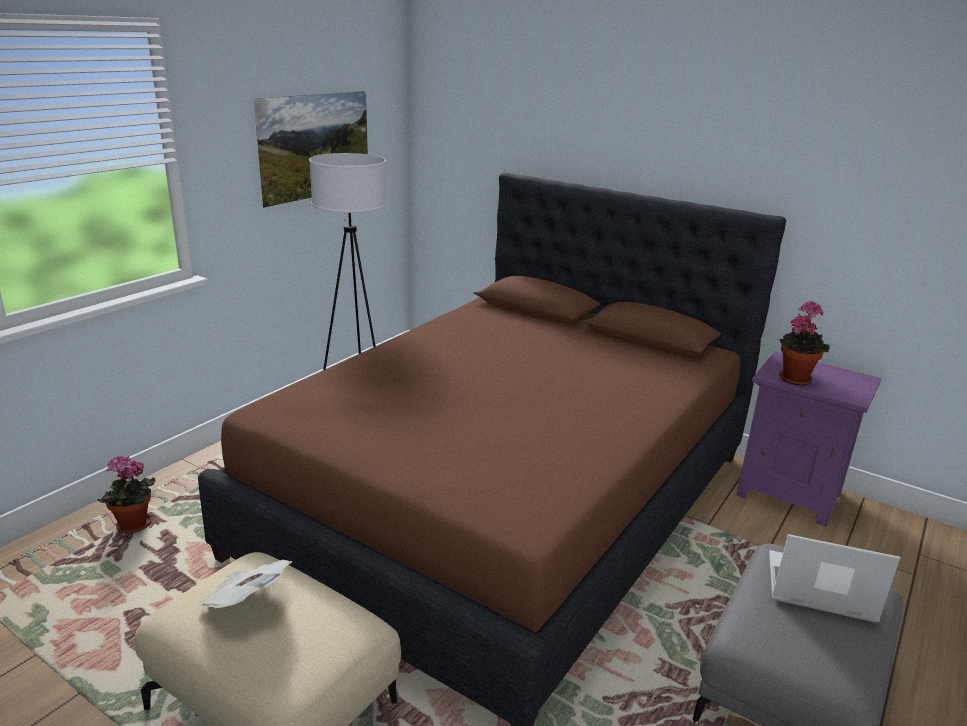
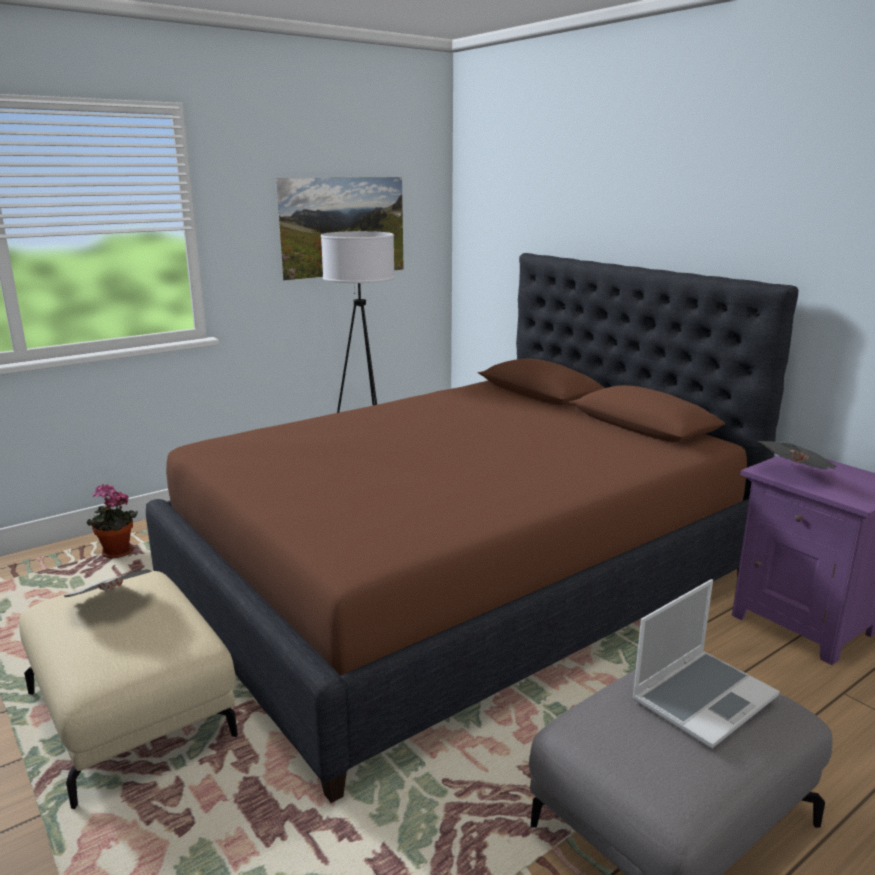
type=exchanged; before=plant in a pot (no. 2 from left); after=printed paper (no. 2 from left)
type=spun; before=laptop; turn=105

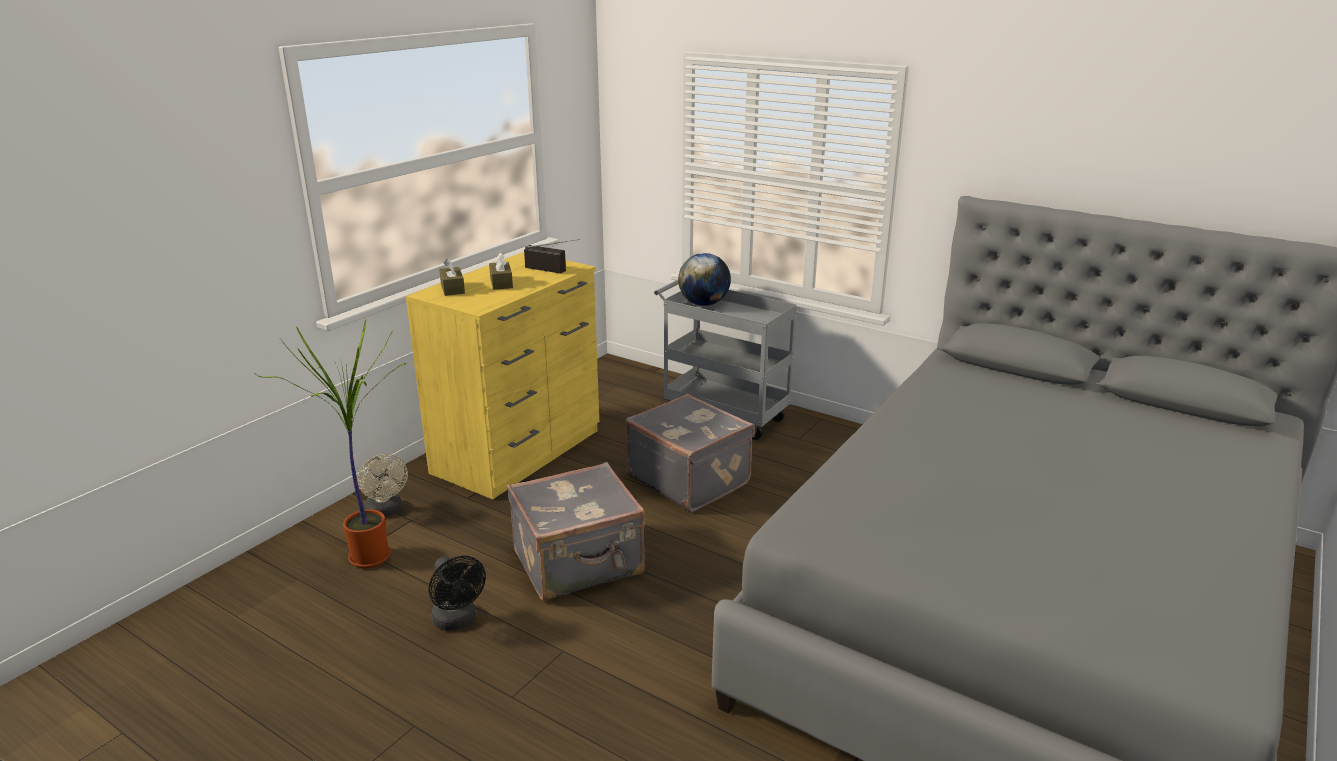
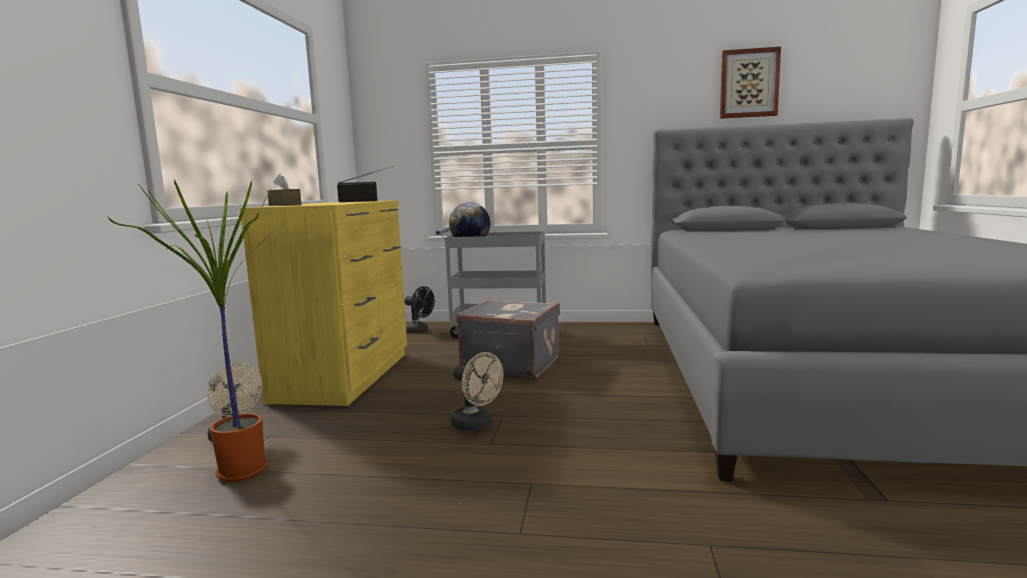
type=missing; before=brown tissue box (no. 2 from left)
type=appeared; after=picture
type=relocated; before=black fan
type=exchanged; before=greyish piece of luggage (no. 1 from left); after=beige fan (no. 2 from left)

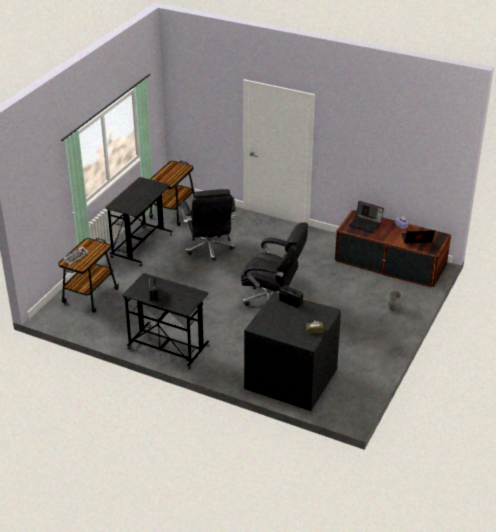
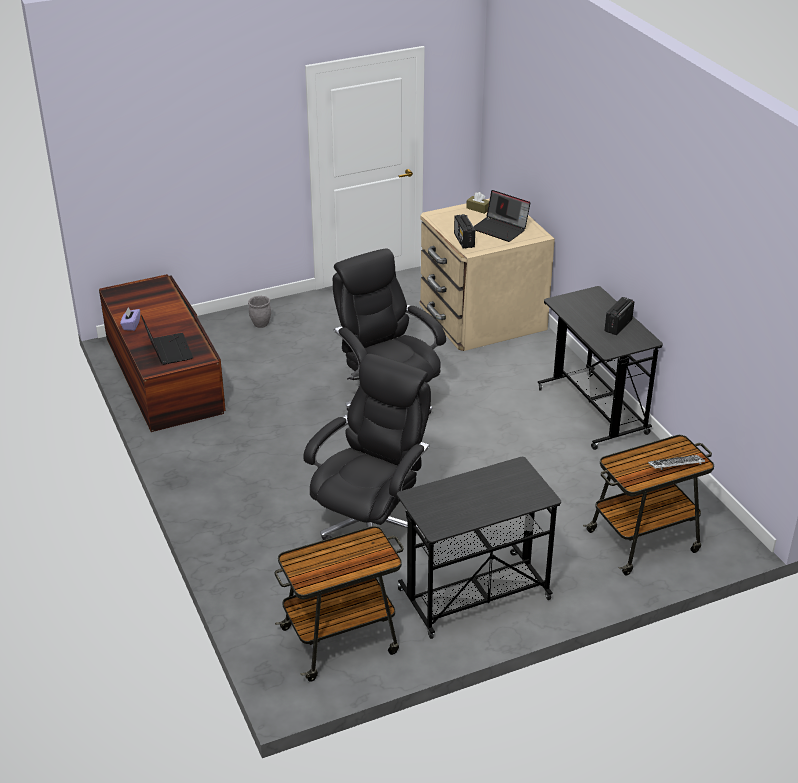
type=relocated; before=laptop (no. 2 from left)
type=colour; before=black dresser; after=beige dresser

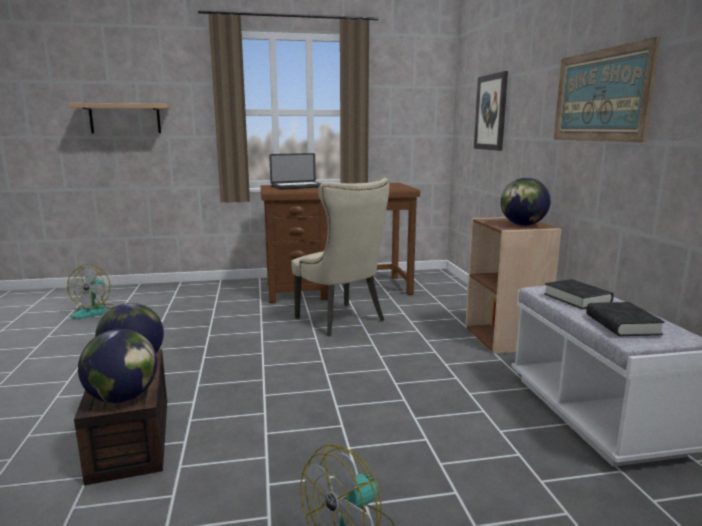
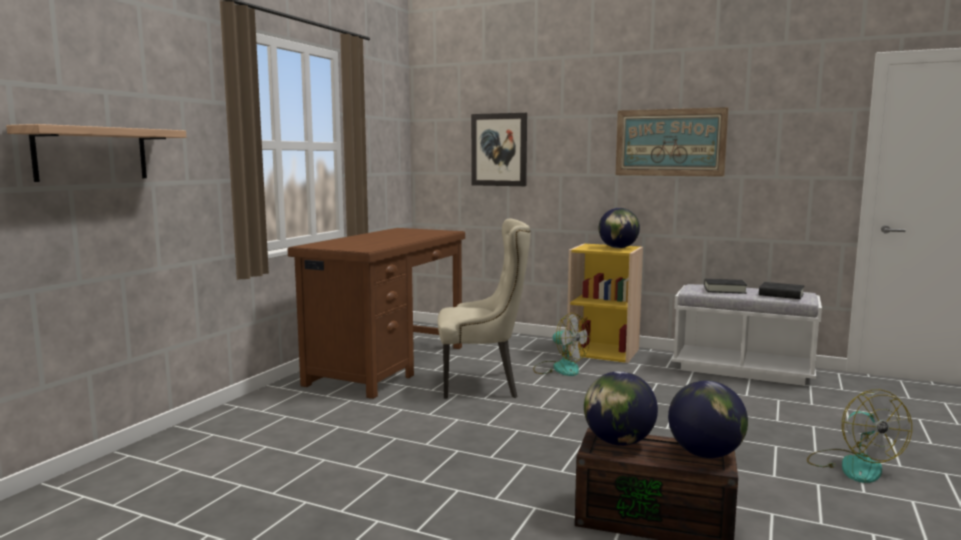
type=missing; before=laptop
type=relocated; before=fan (no. 1 from left)
type=colour; before=brown bookcase; after=yellow bookcase

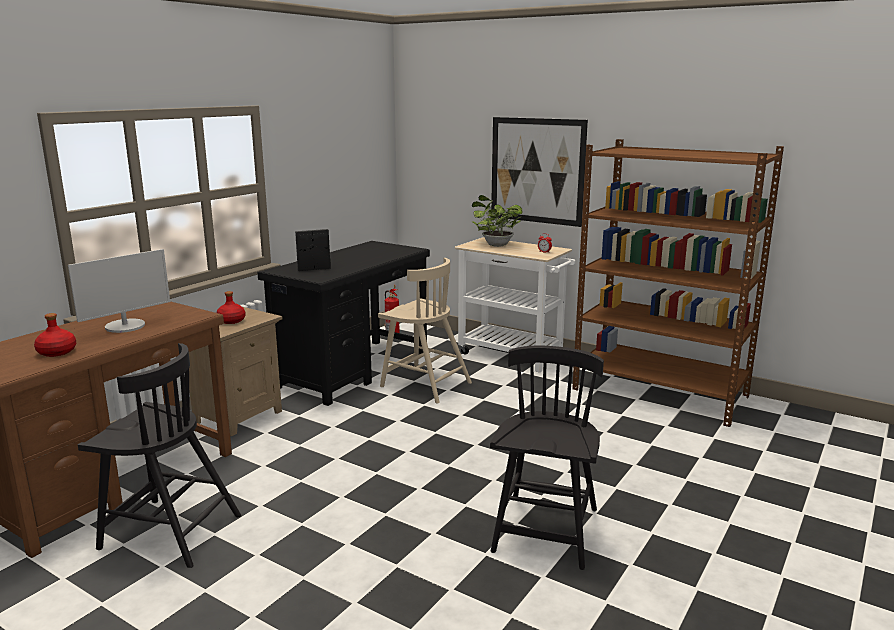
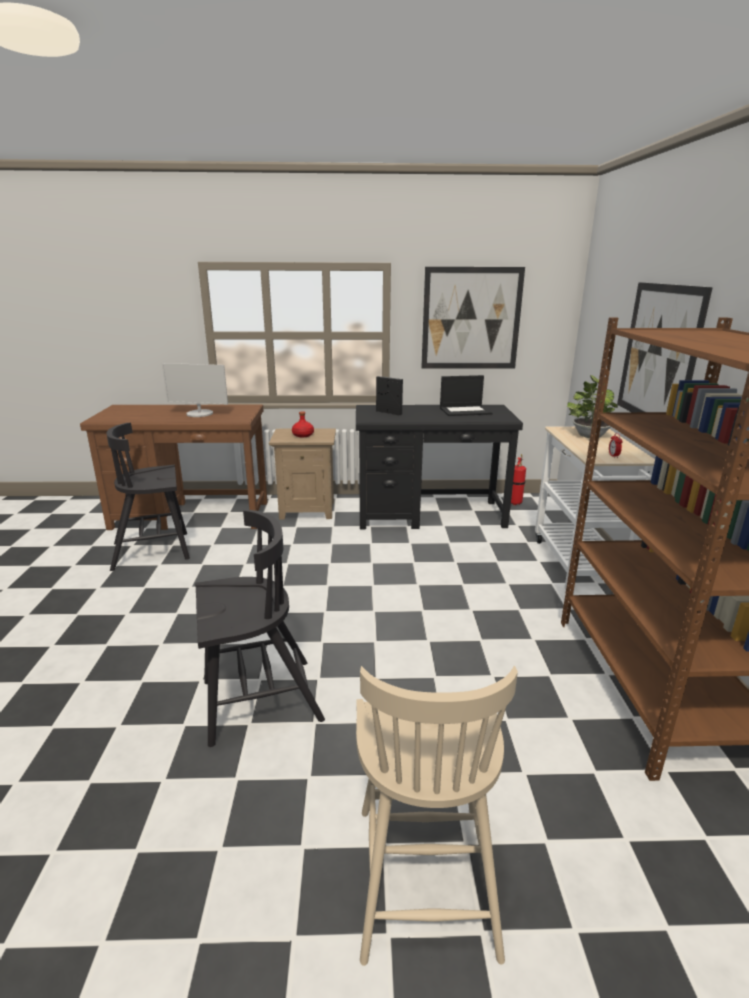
type=missing; before=red-coloured drink bottle (no. 1 from left)
type=appeared; after=picture (no. 1 from left)
type=appeared; after=laptop
type=relocated; before=beige upright chair
type=spun; before=black upright chair (no. 1 from left); turn=90

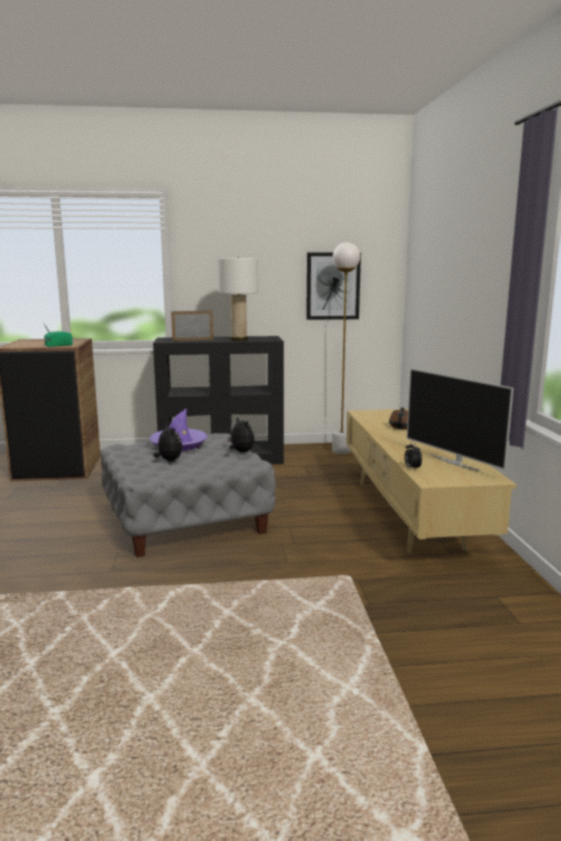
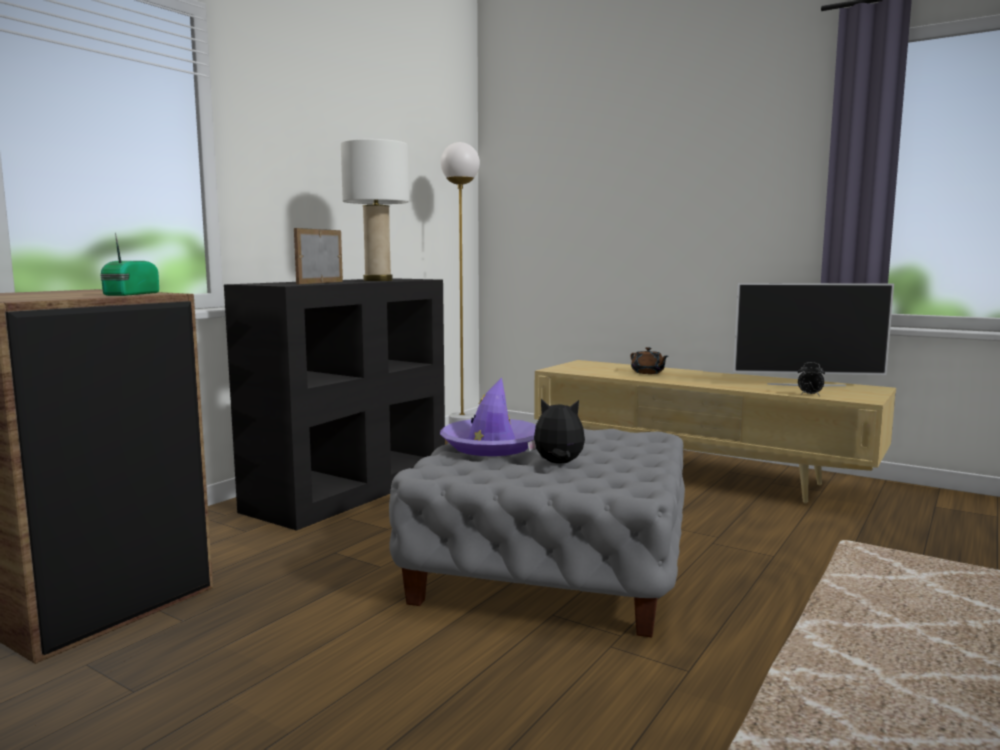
type=missing; before=soft toy (no. 2 from left)
type=missing; before=picture

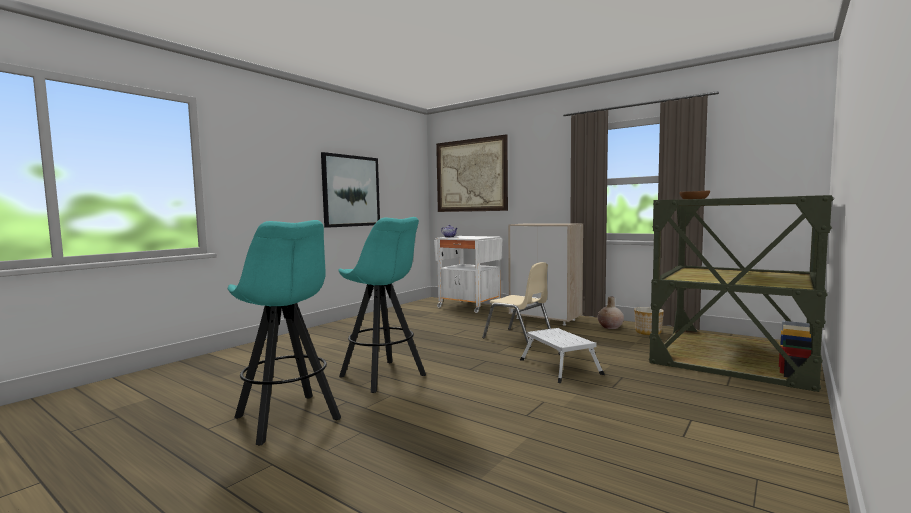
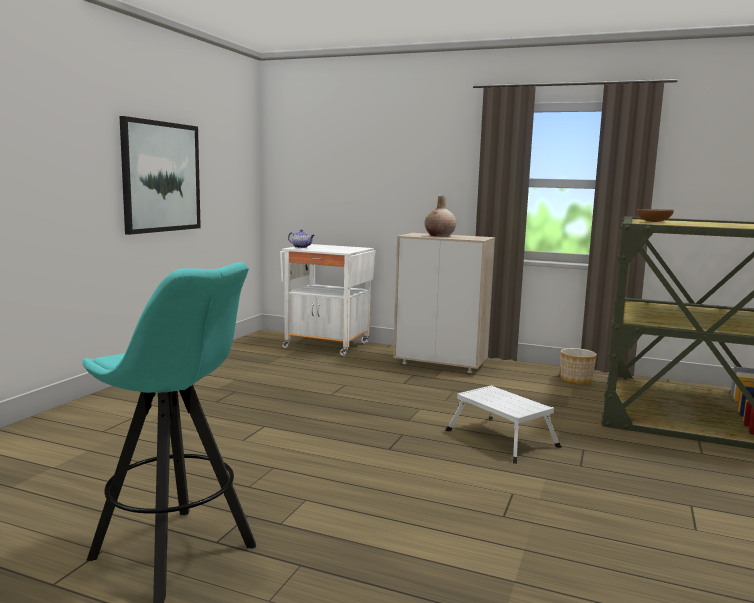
type=missing; before=blue-green sitting stool (no. 2 from left)
type=missing; before=picture (no. 2 from left)
type=missing; before=beige upright chair
type=relocated; before=beige decorative vase

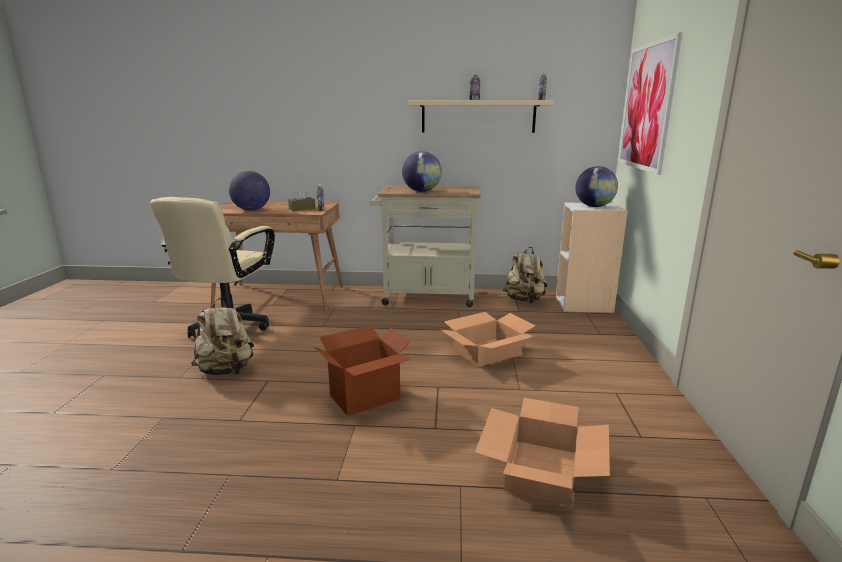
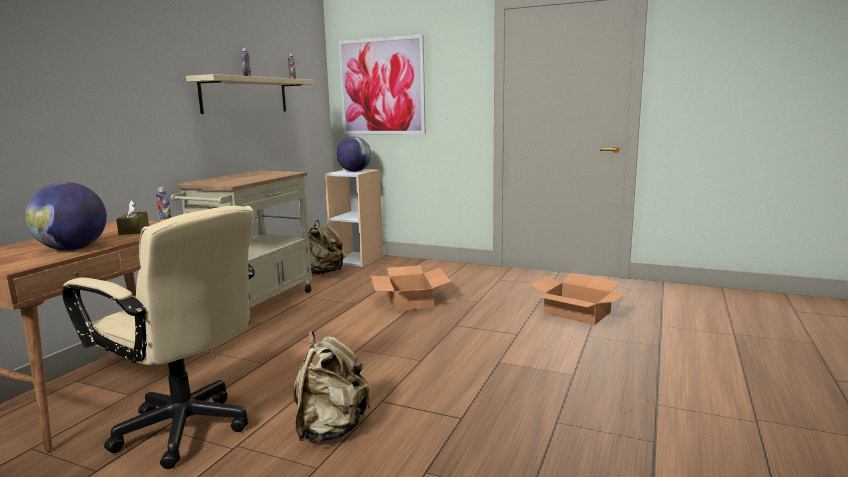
type=missing; before=cardboard box (no. 1 from left)
type=missing; before=globe (no. 2 from left)

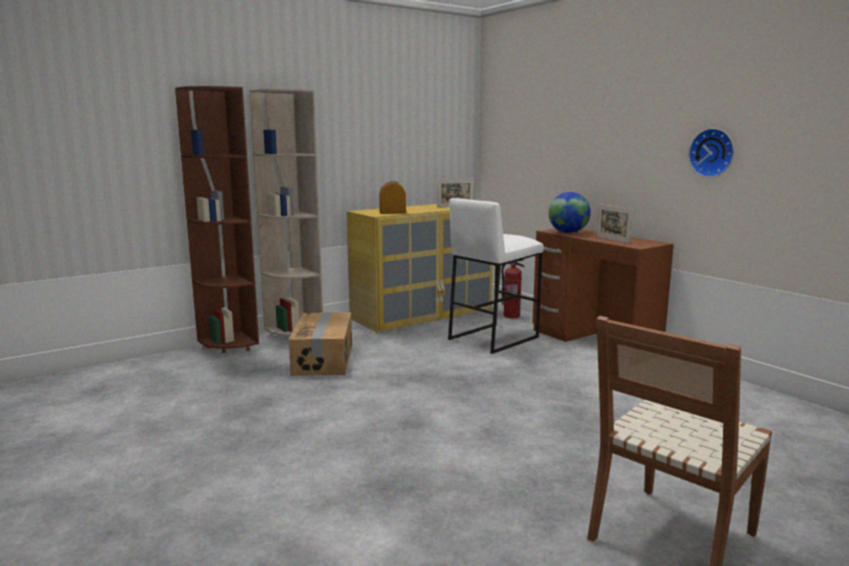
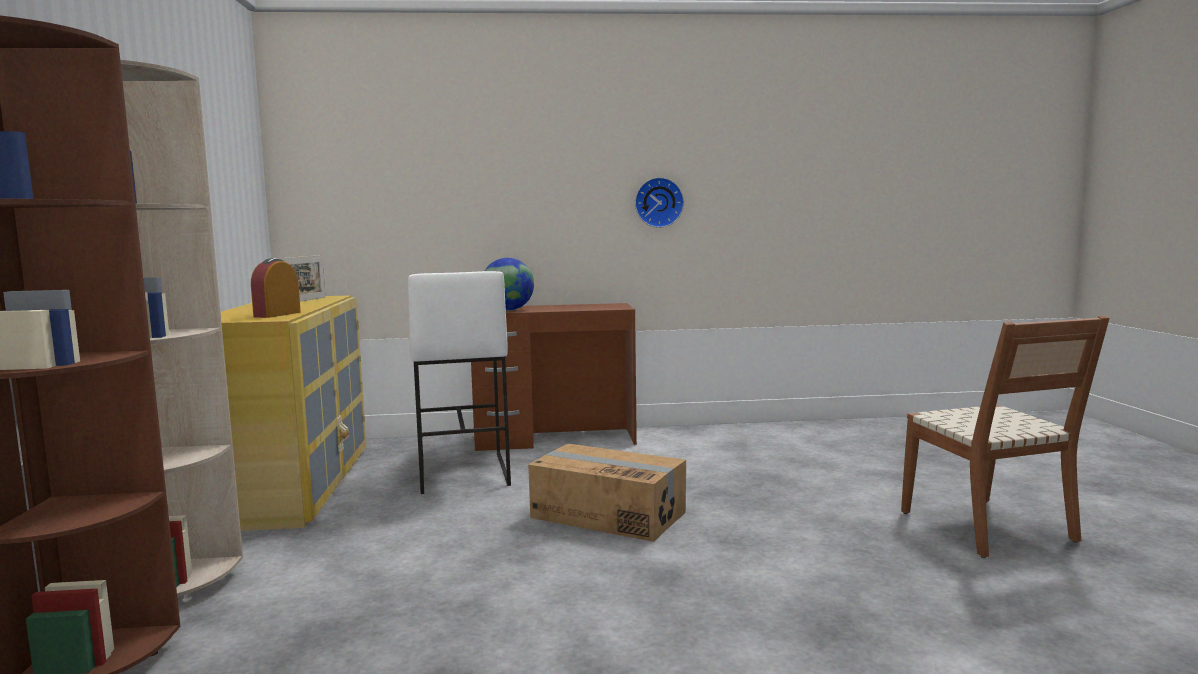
type=missing; before=fire-fighting cylinder
type=missing; before=photo frame (no. 2 from left)
type=relocated; before=cardboard box

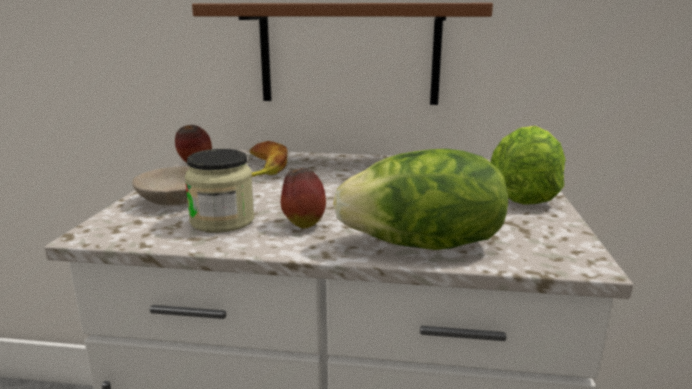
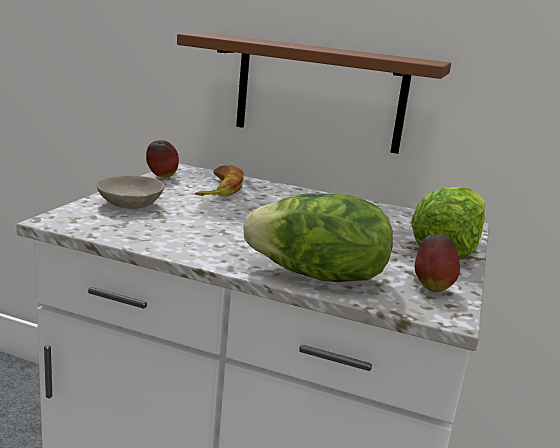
type=missing; before=storage jar
type=relocated; before=whole apple (no. 2 from left)

